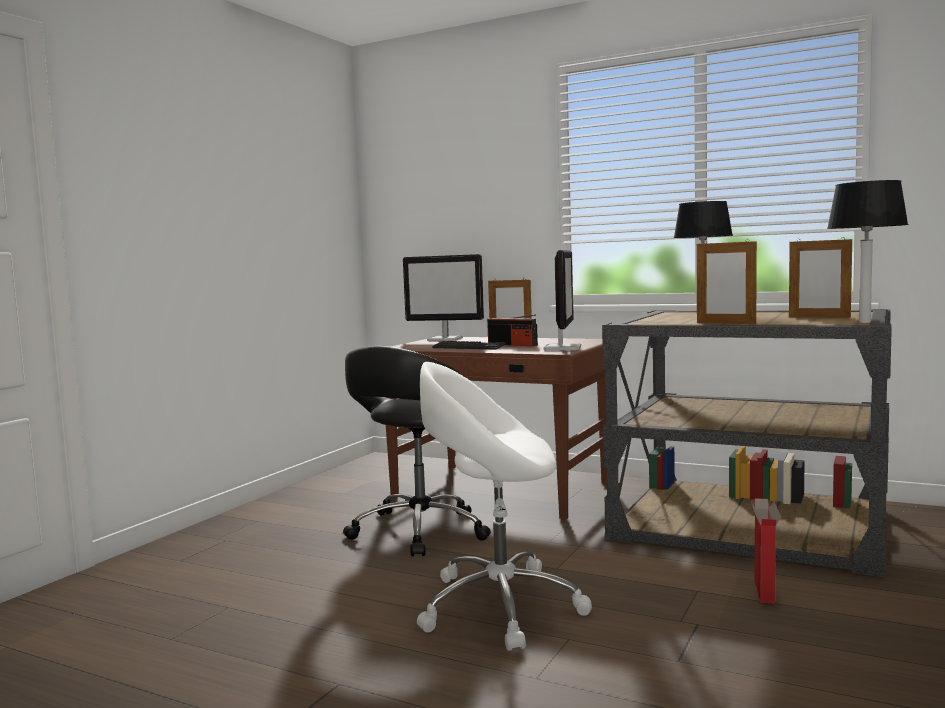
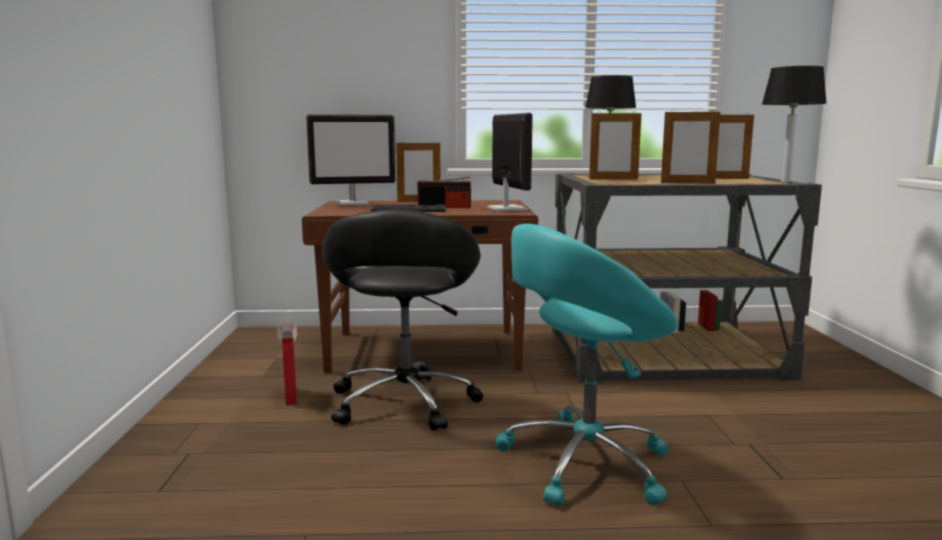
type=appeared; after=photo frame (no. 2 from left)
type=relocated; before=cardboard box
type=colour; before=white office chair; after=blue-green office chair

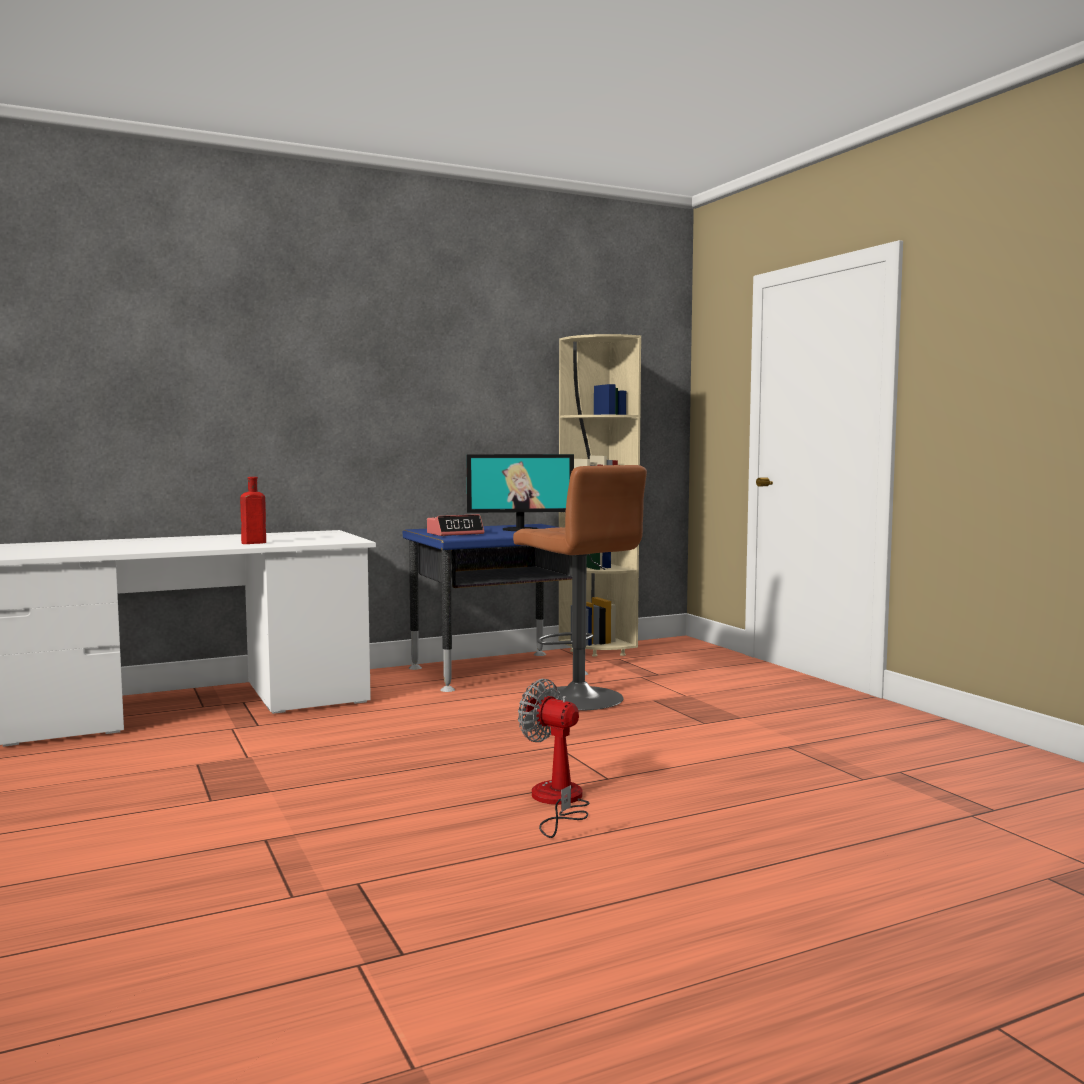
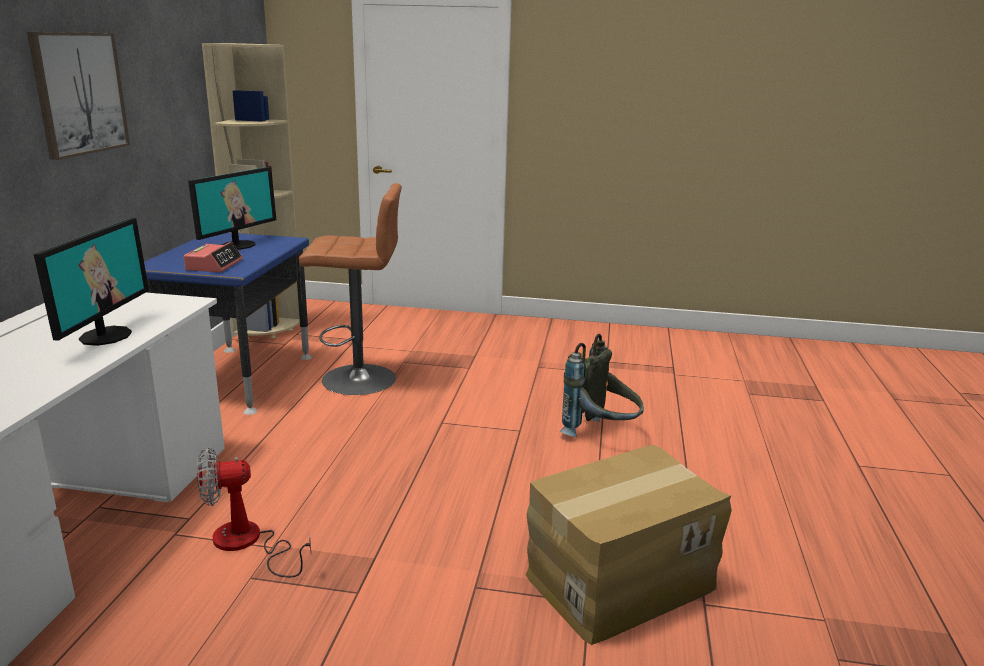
type=appeared; after=picture
type=appeared; after=cardboard box
type=appeared; after=greyish rucksack
type=relocated; before=fan
type=exchanged; before=red-coloured drink bottle; after=computer display (no. 1 from left)

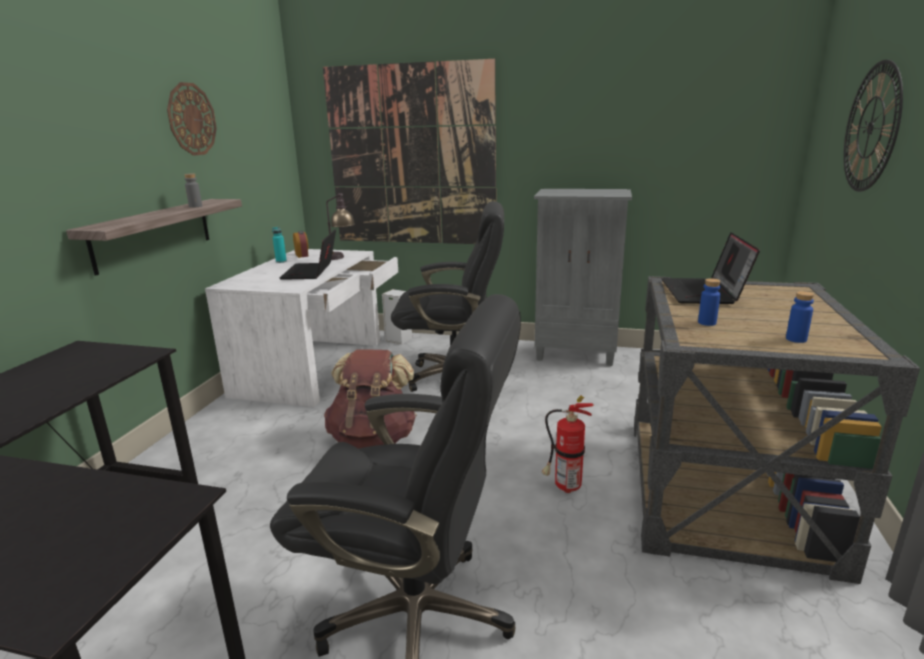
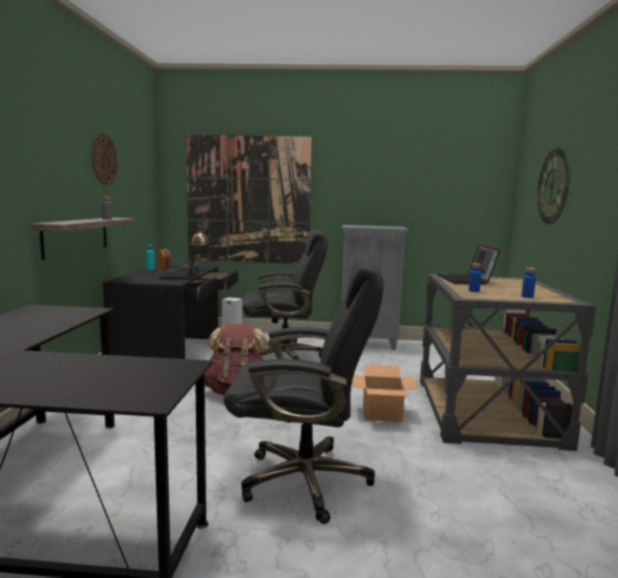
type=exchanged; before=fire-fighting cylinder; after=cardboard box
type=colour; before=white desk unit; after=black desk unit (no. 2 from left)

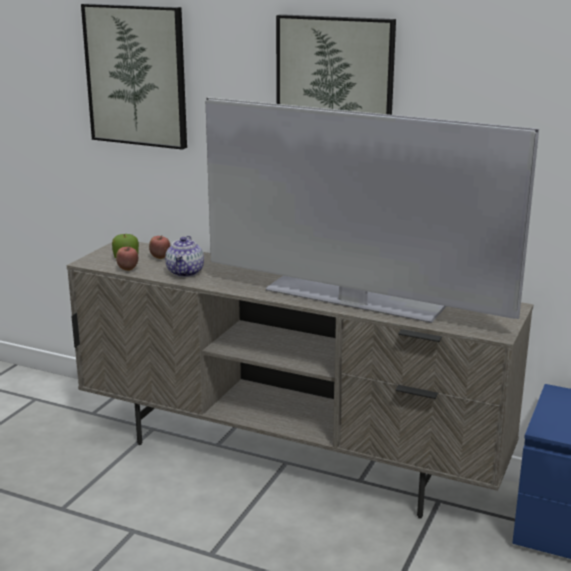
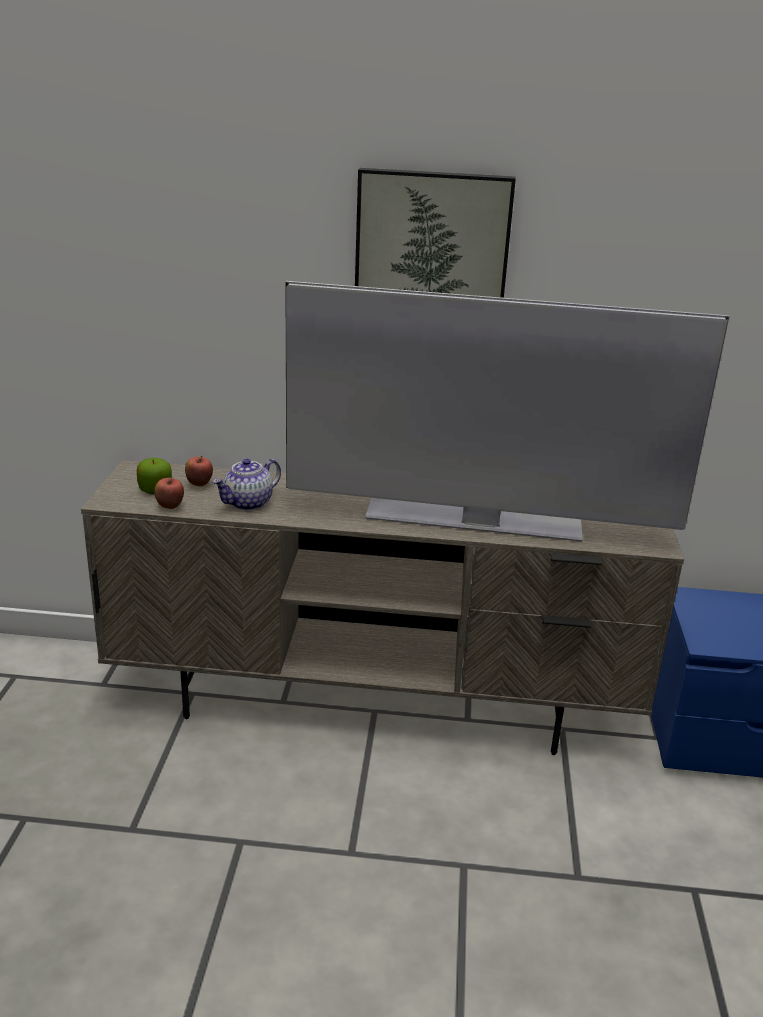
type=missing; before=picture (no. 1 from left)
type=spun; before=tea pot; turn=60

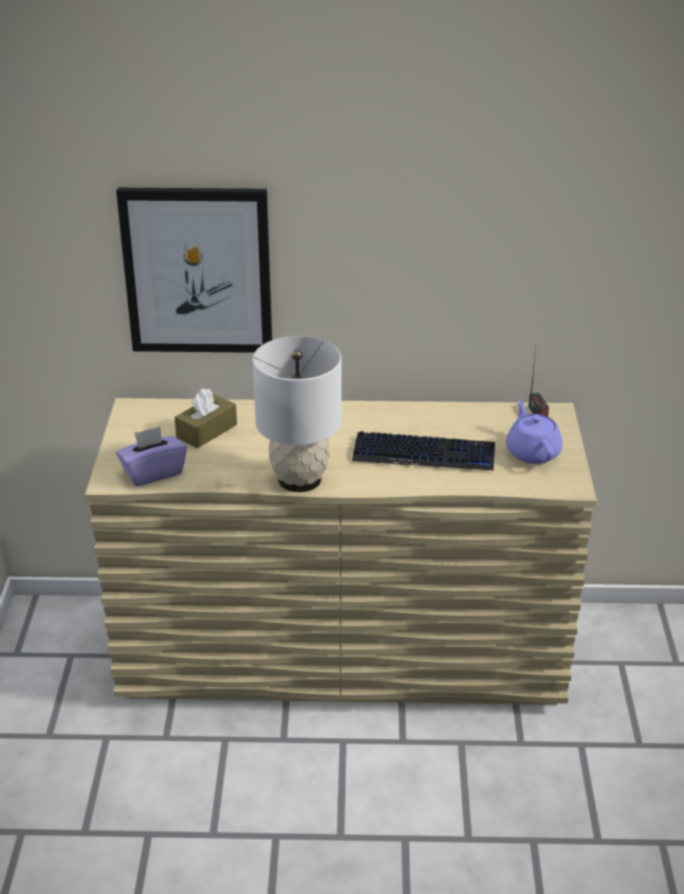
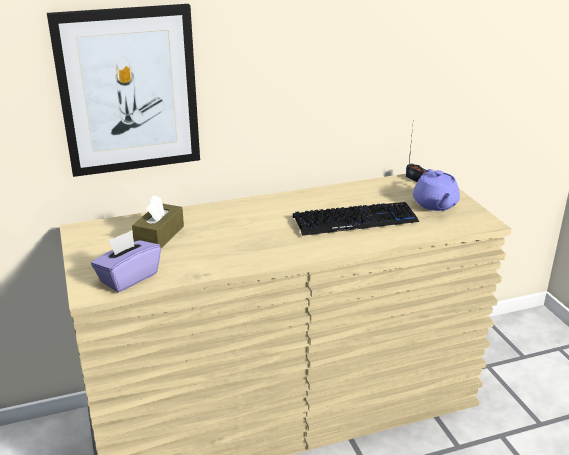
type=missing; before=white tabletop lamp
type=spun; before=purplish tea pot; turn=-150

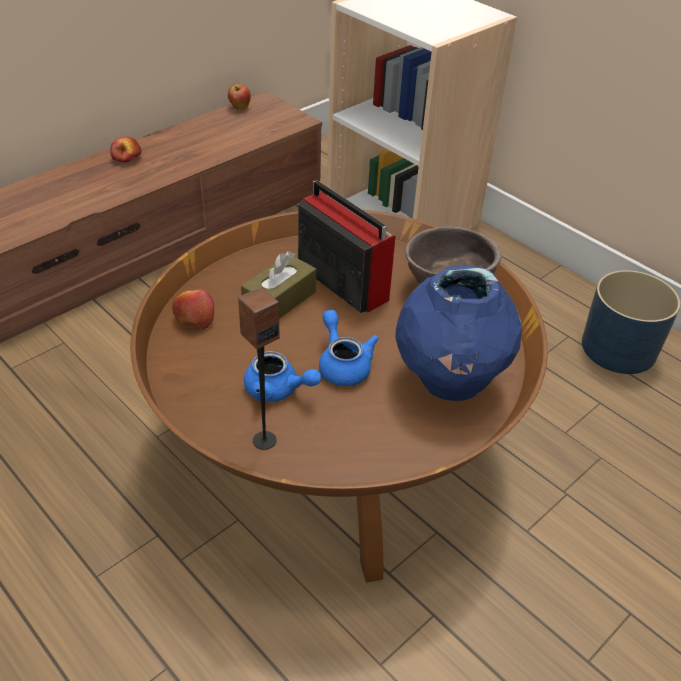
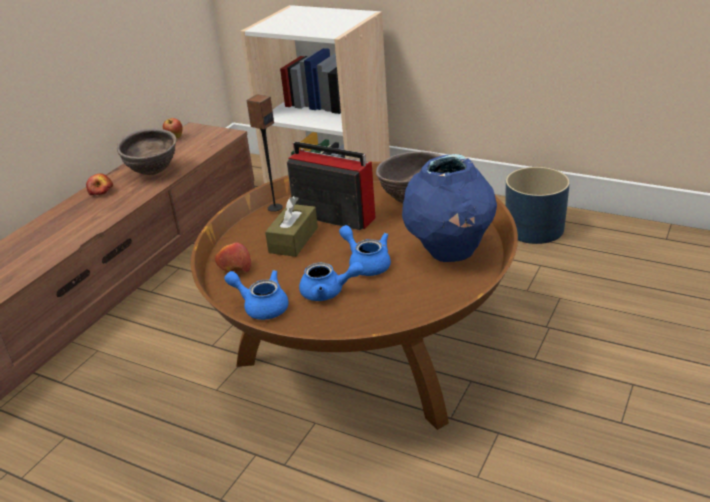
type=appeared; after=brown serving bowl (no. 1 from left)
type=appeared; after=bluish tea pot (no. 1 from left)
type=relocated; before=audio speaker

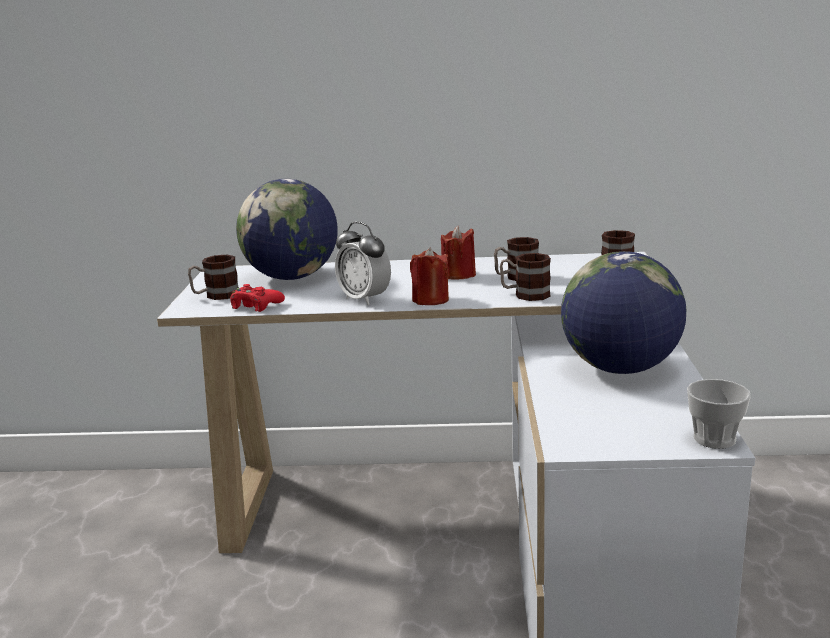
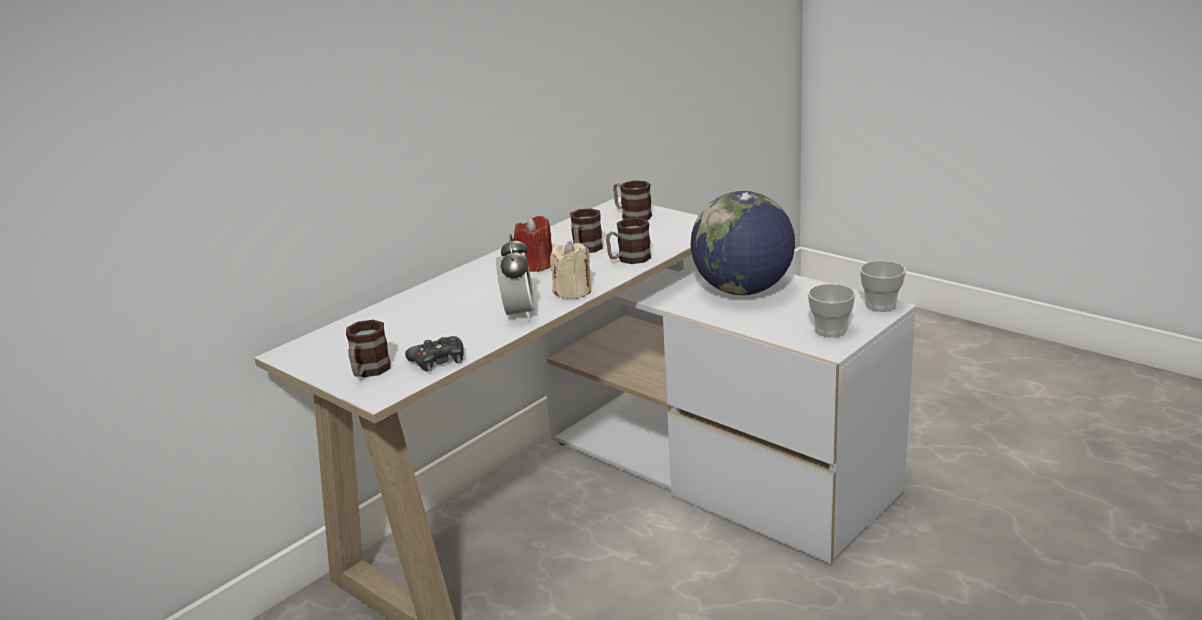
type=missing; before=globe (no. 1 from left)
type=appeared; after=cup (no. 1 from left)
type=colour; before=red-coloured game controller; after=black game controller
type=colour; before=red-coloured wax light (no. 1 from left); after=beige wax light
type=spun; before=bedside clock; turn=-90

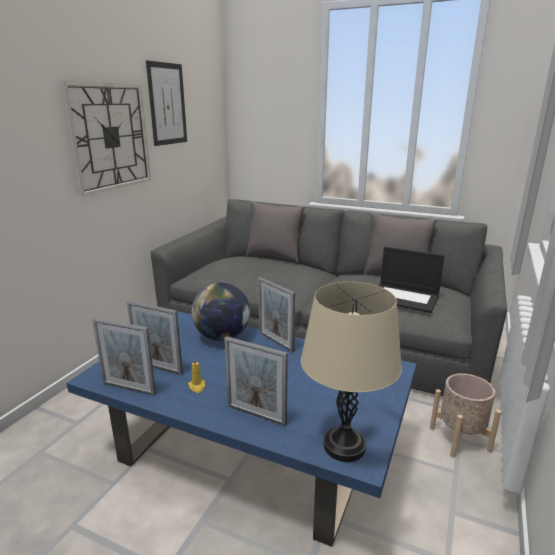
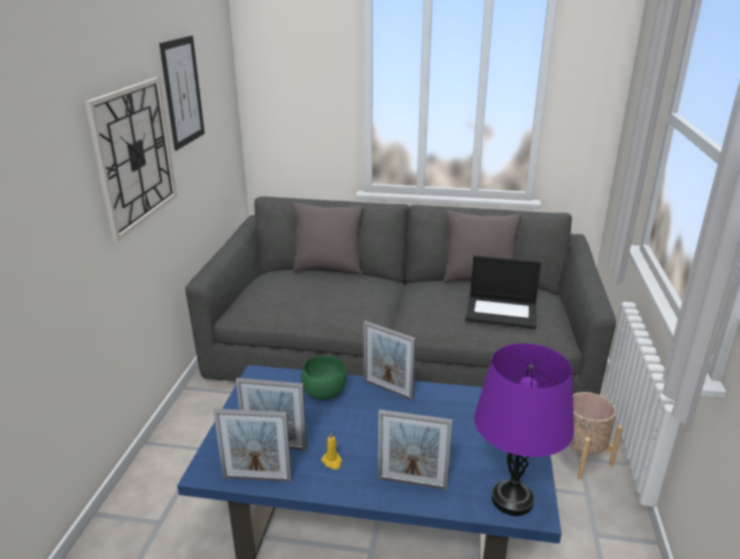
type=exchanged; before=globe; after=green serving bowl
type=colour; before=beige tabletop lamp; after=purplish tabletop lamp

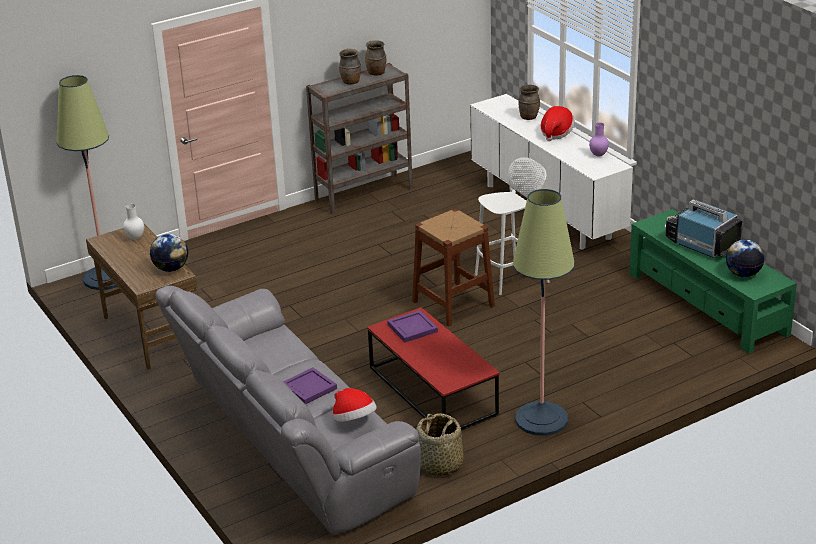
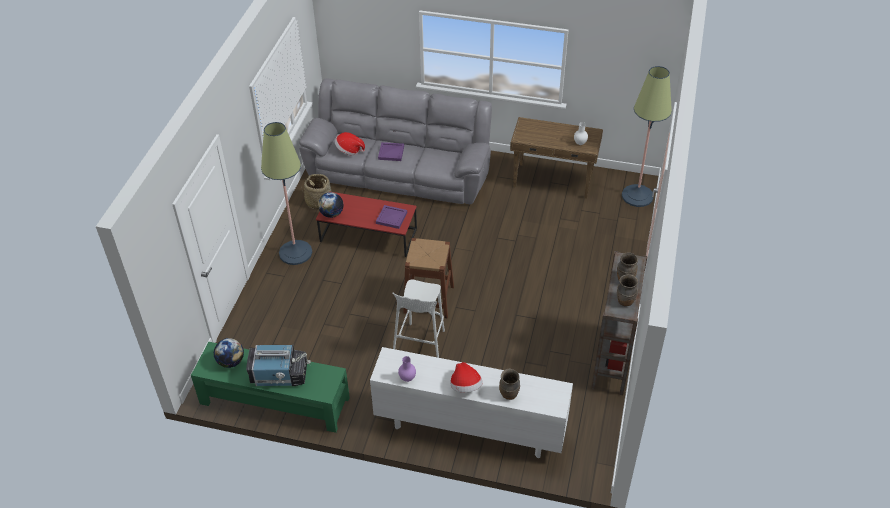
type=relocated; before=globe (no. 1 from left in the first image); after=globe (no. 2 from left)

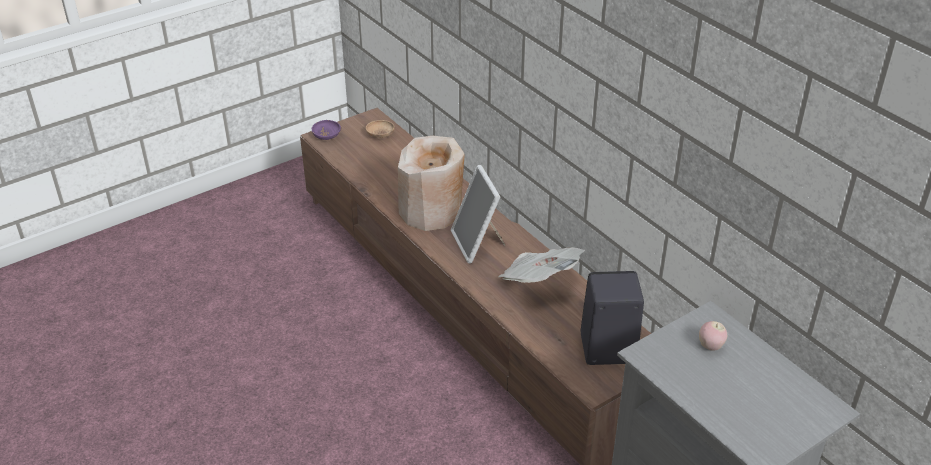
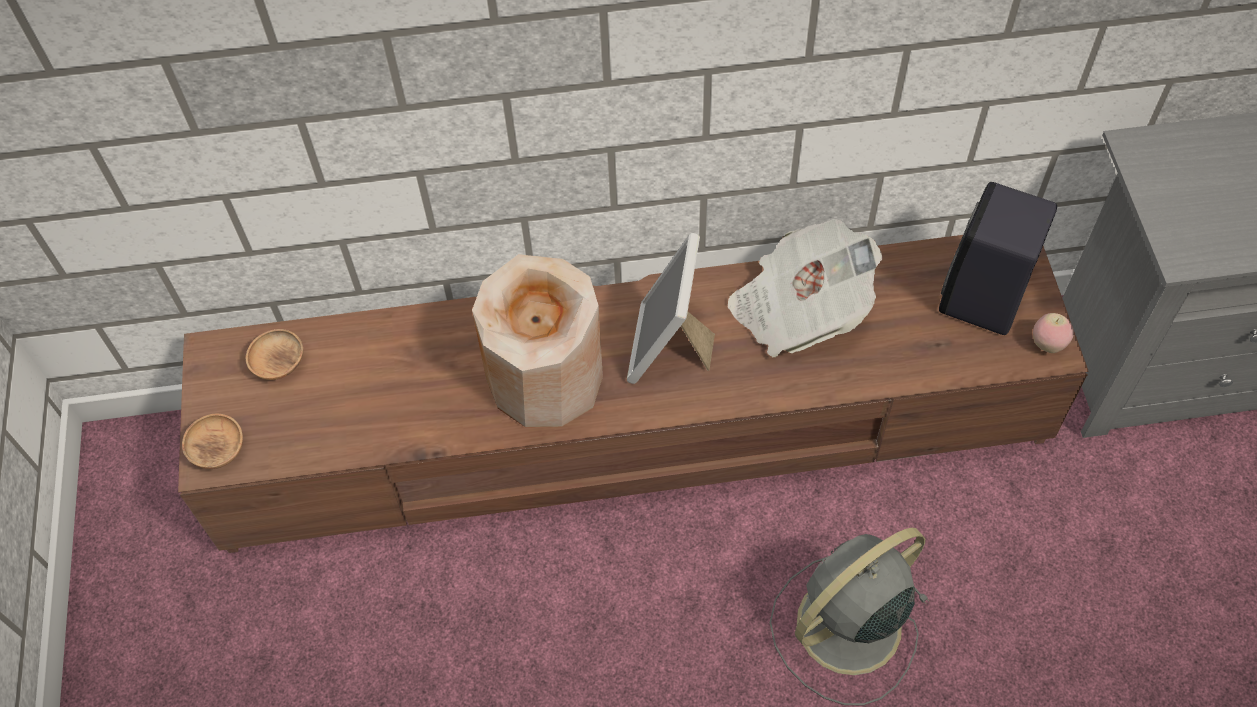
type=appeared; after=greyish fan
type=relocated; before=whole apple
type=colour; before=purplish serving bowl; after=brown serving bowl (no. 1 from left)
type=spun; before=photo frame; turn=90

